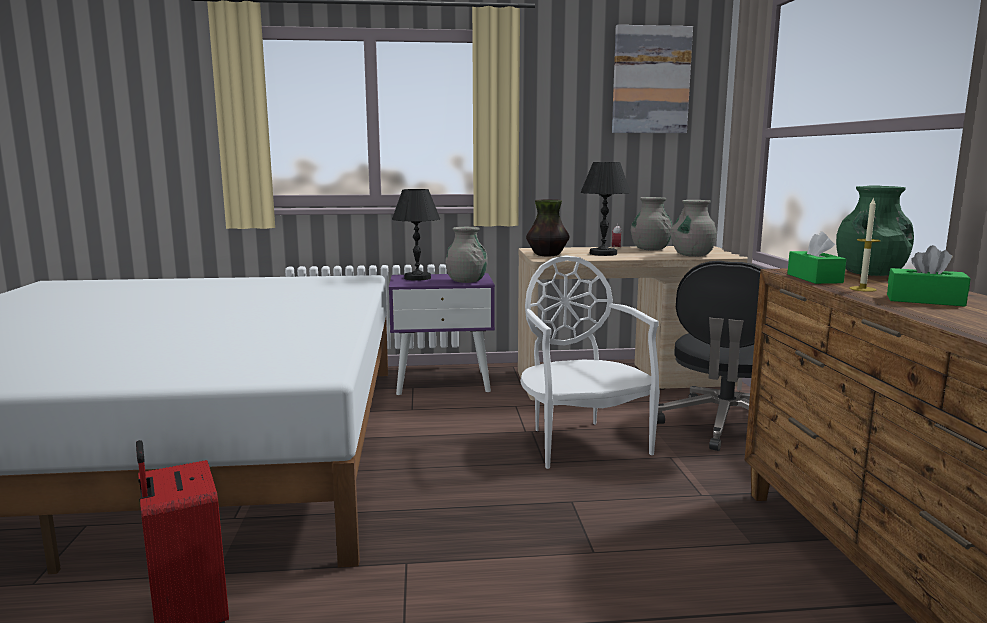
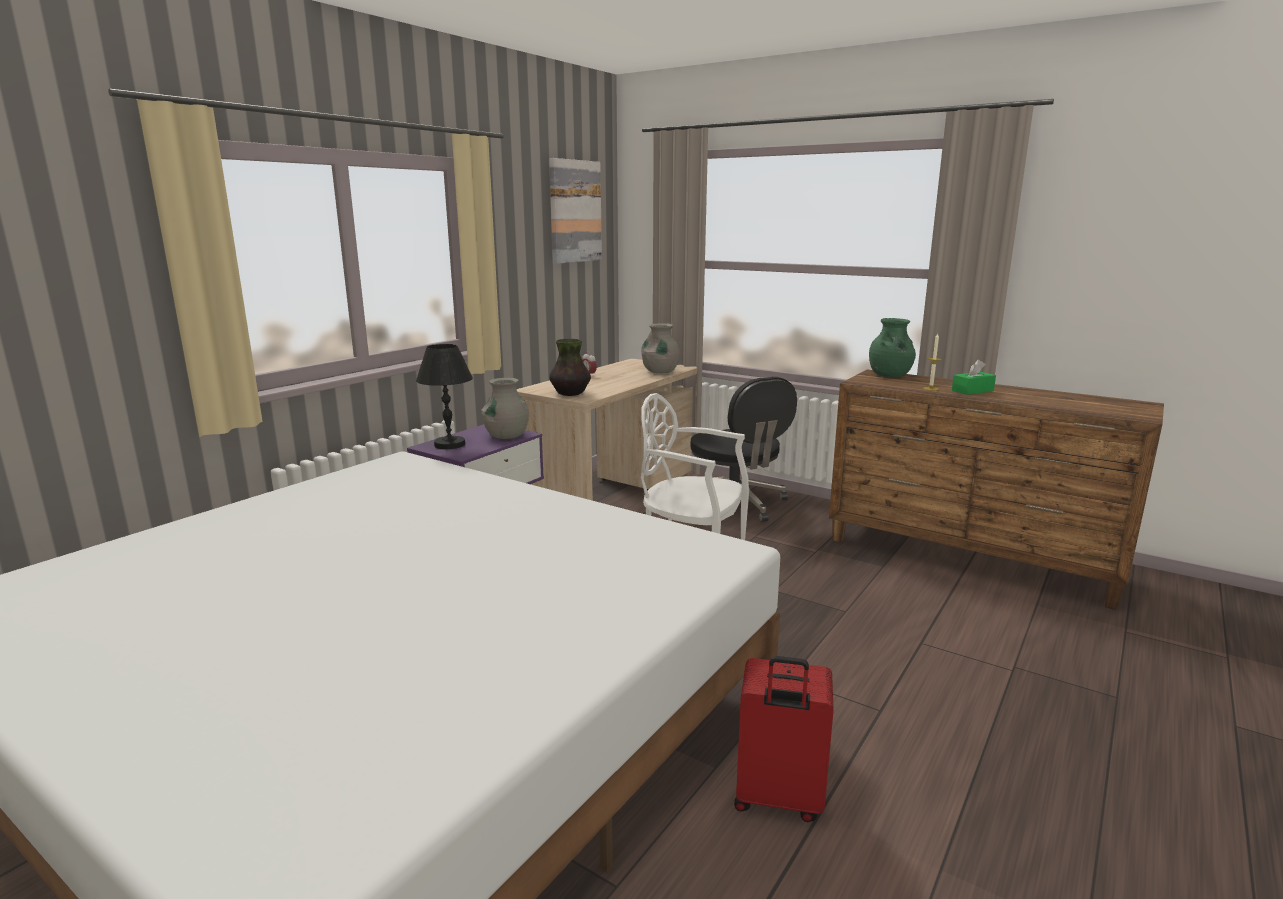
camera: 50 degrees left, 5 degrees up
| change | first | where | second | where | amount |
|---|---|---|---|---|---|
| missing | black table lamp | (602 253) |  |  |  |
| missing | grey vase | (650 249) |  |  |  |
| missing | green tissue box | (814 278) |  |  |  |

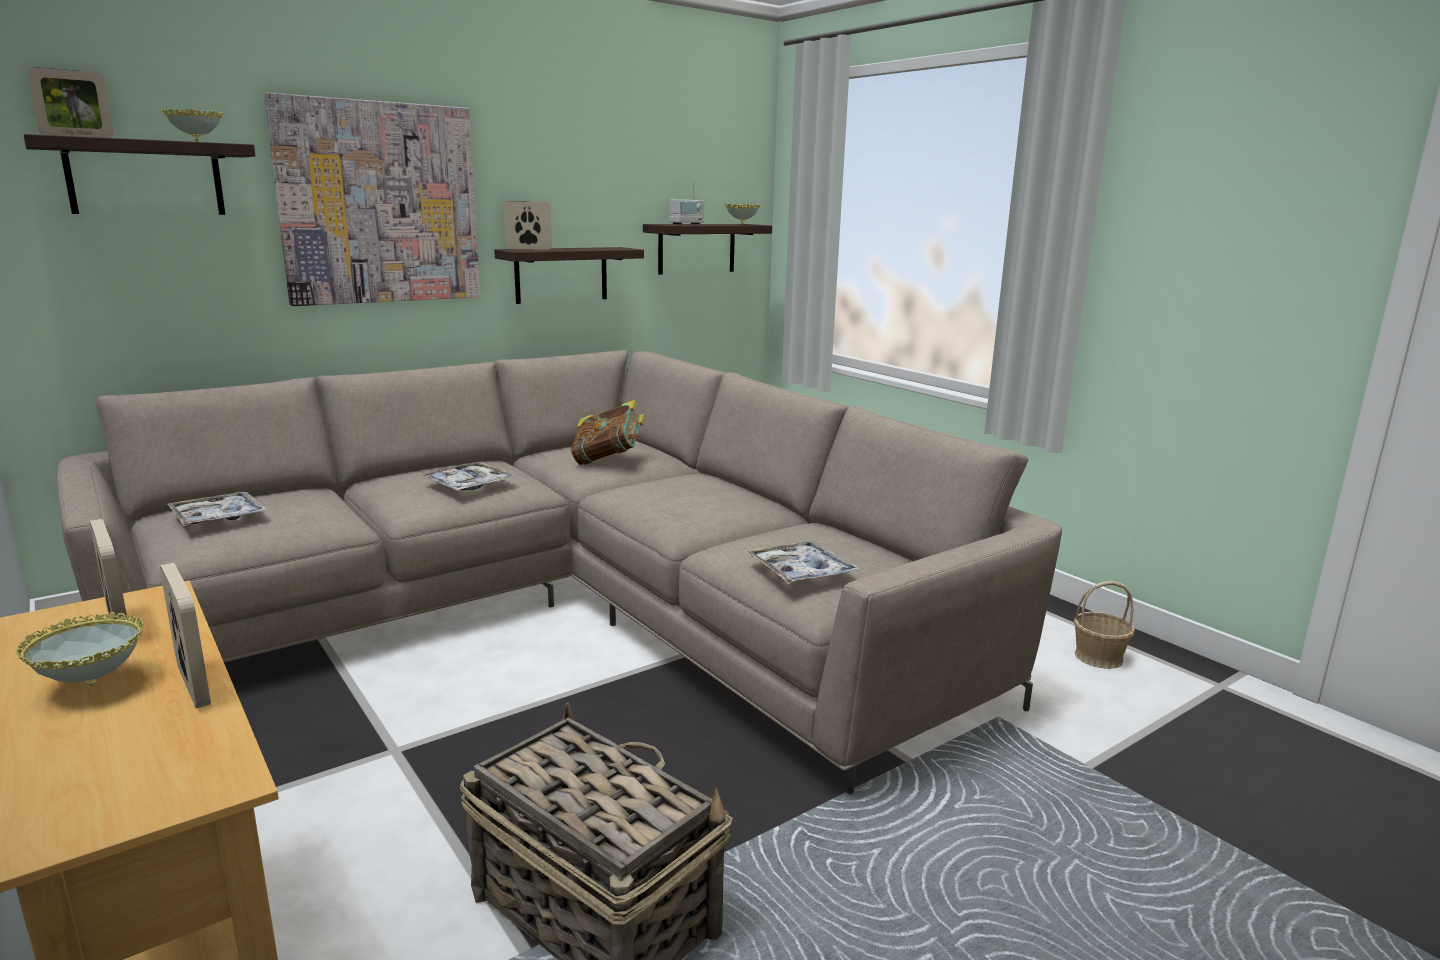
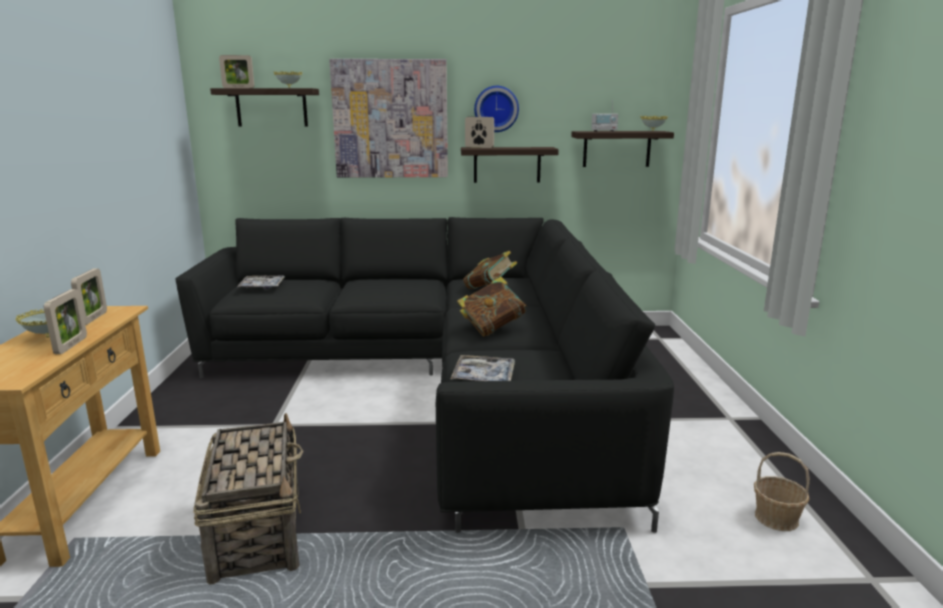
camera: 35 degrees right, 0 degrees up
| change | first | where | second | where | amount |
|---|---|---|---|---|---|
| colour | beige sofa | (569 612) | black sofa | (437 380) |  |
| missing | tray | (469 485) |  |  |  |
| appeared |  |  | wall clock | (496 109) |  |
| appeared |  |  | book | (492 329) |  |

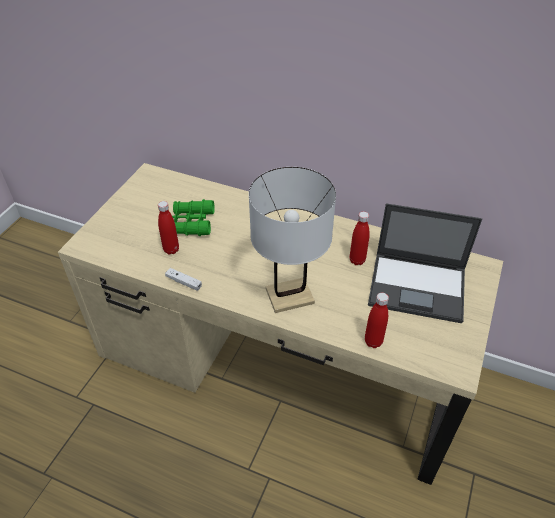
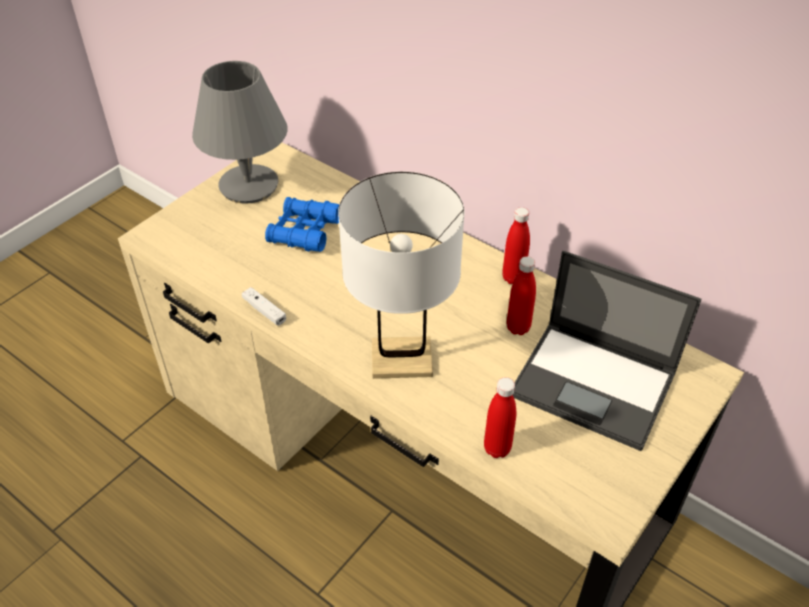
camera: 15 degrees right, 0 degrees up
| change | first | where | second | where | amount |
|---|---|---|---|---|---|
| colour | green binoculars | (191 223) | blue binoculars | (304 231) |  |
| relocated | red bottle | (171 250) |  | (513 278) |  |
| appeared |  |  | grey table lamp | (249 185) |  |

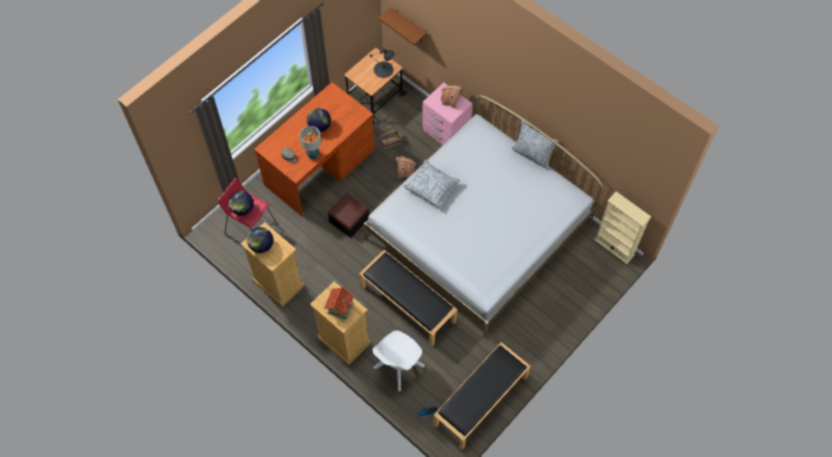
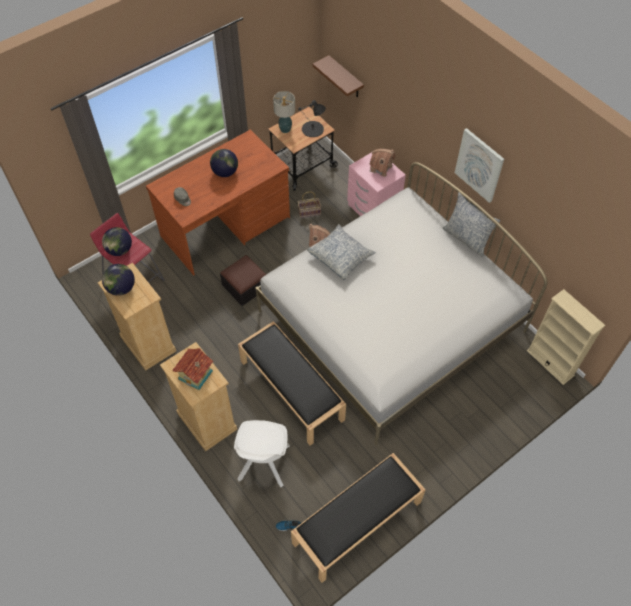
camera: 10 degrees right, 5 degrees down
| change | first | where | second | where | amount |
|---|---|---|---|---|---|
| relocated | table lamp | (313 155) |  | (285 129) |  |
| spun | white chair | (397 367) |  | (263 464) | 45 degrees counterclockwise |
| appeared |  |  | picture | (479 165) |  |

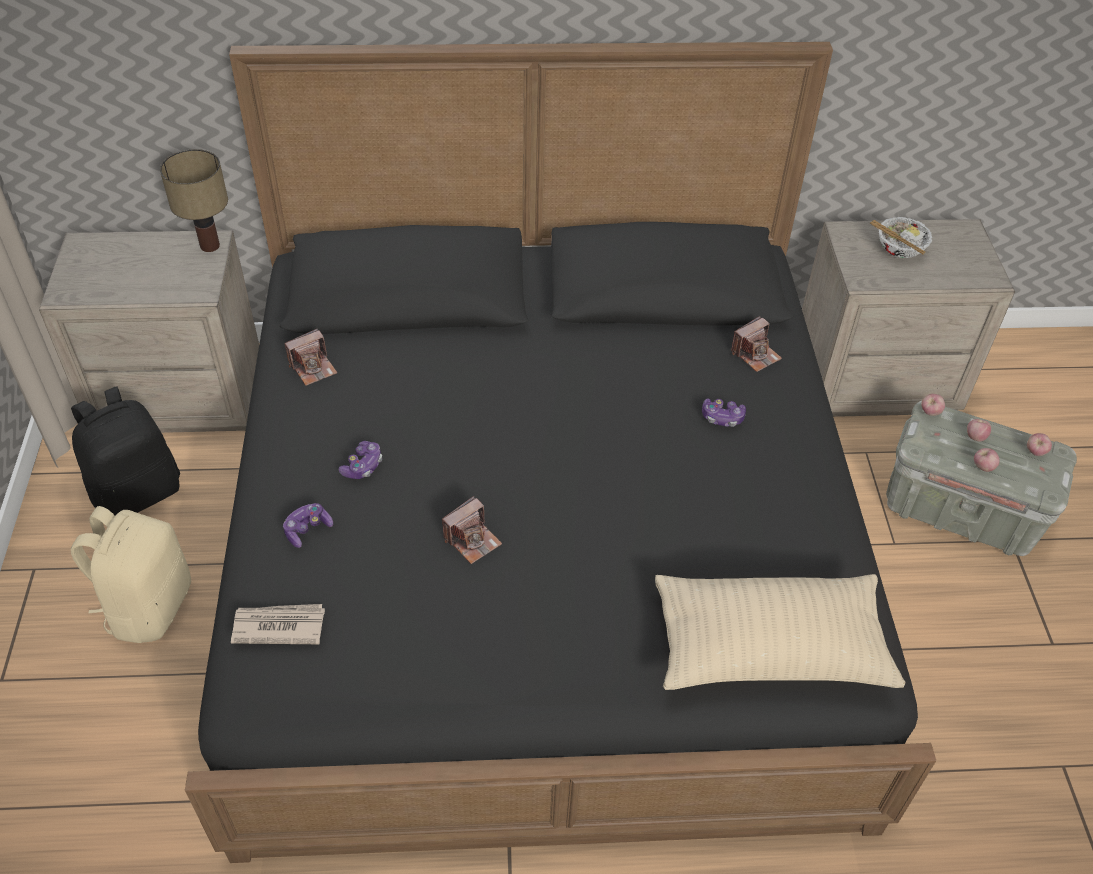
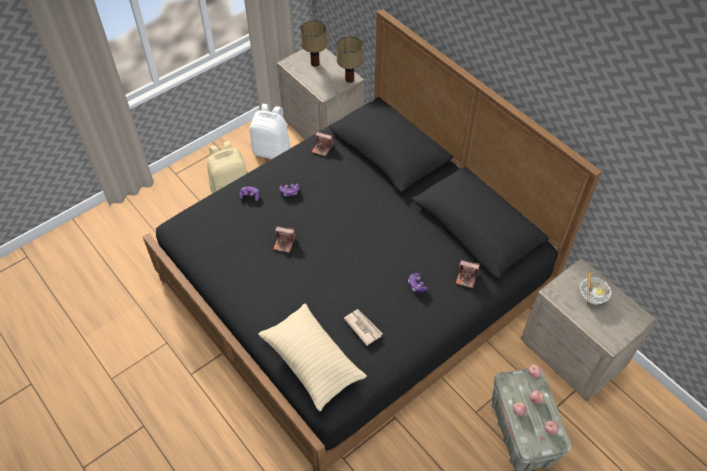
camera: 55 degrees right, 5 degrees up
| change | first | where | second | where | amount |
|---|---|---|---|---|---|
| colour | black backpack | (138 491) | white backpack | (272 150) |  |
| relocated | newspaper | (278 626) |  | (363 327) |  |
| appeared |  |  | table lamp | (314 63) |  |

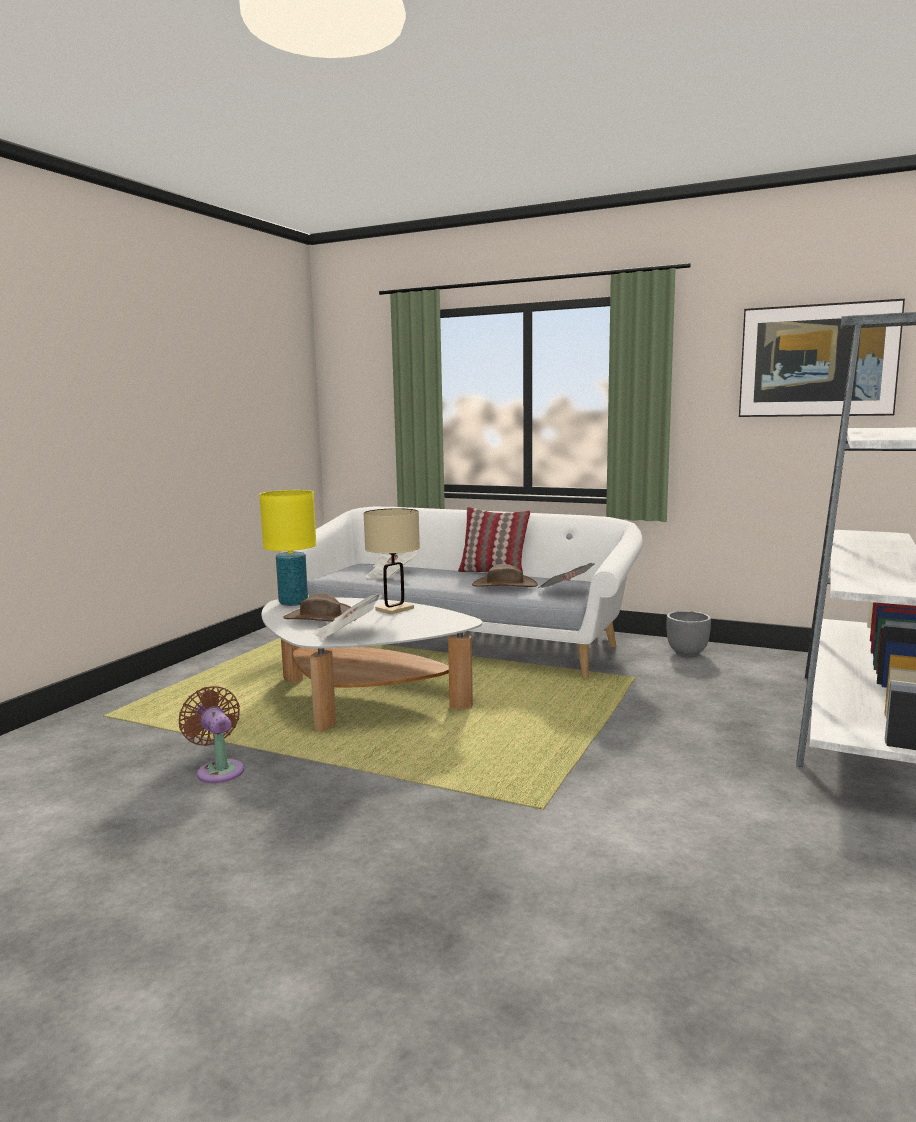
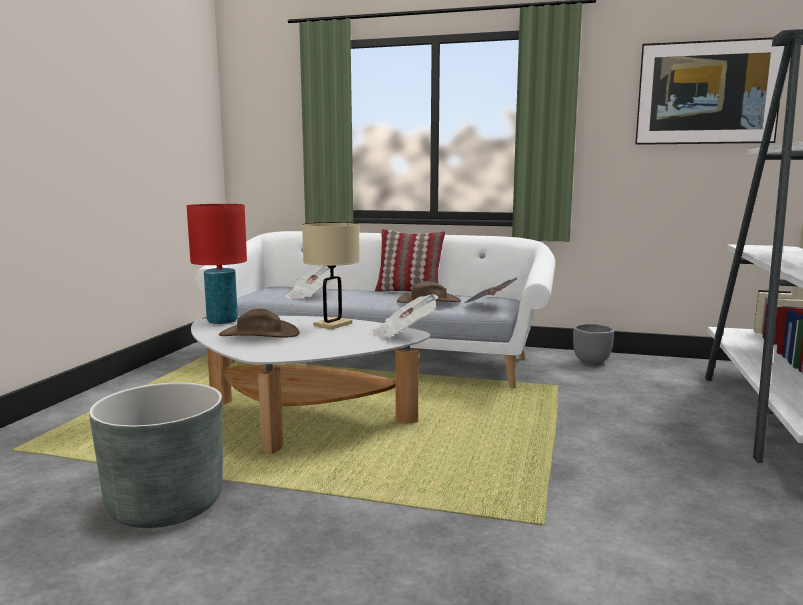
camera: 10 degrees left, 0 degrees up
| change | first | where | second | where | amount |
|---|---|---|---|---|---|
| colour | yellow table lamp | (293 603) | red table lamp | (222 321) |  |
| relocated | newspaper | (347 634) |  | (403 334) |  |
| exchanged | brown fan | (219 770) | grey planter | (166 505) |  |

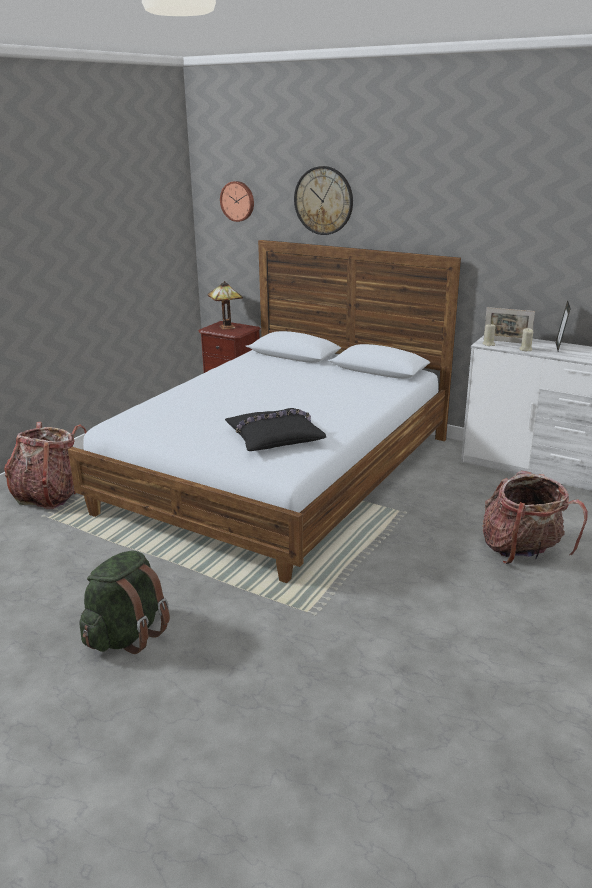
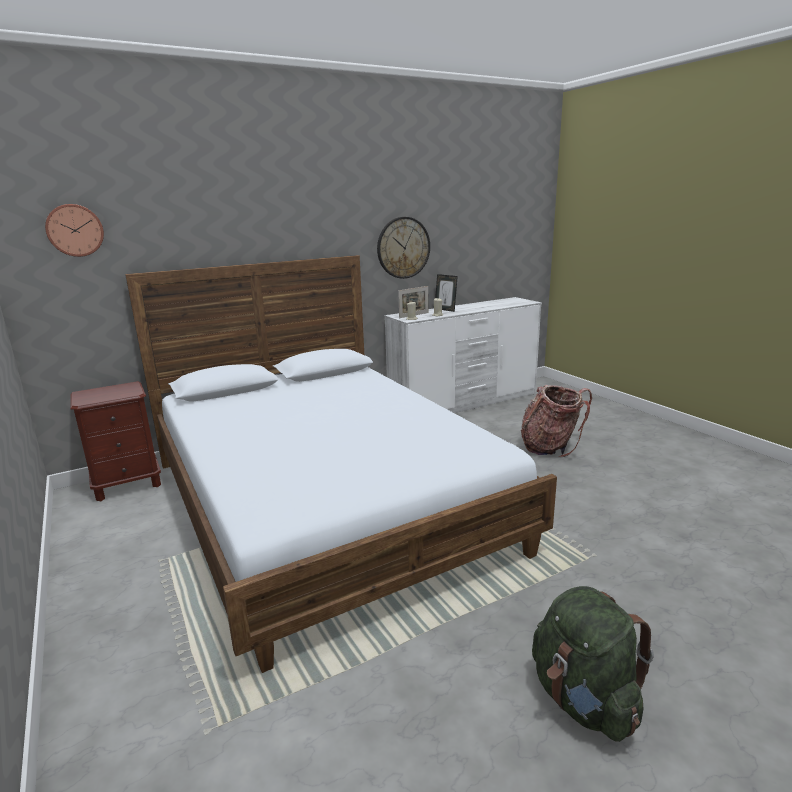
camera: 60 degrees left, 5 degrees down
| change | first | where | second | where | amount |
|---|---|---|---|---|---|
| relocated | wall clock | (323 200) |  | (403 248) |  |
| missing | table lamp | (226 327) |  |  |  |
| missing | black pillow | (274 438) |  |  |  |
| missing | backpack | (49 496) |  |  |  |

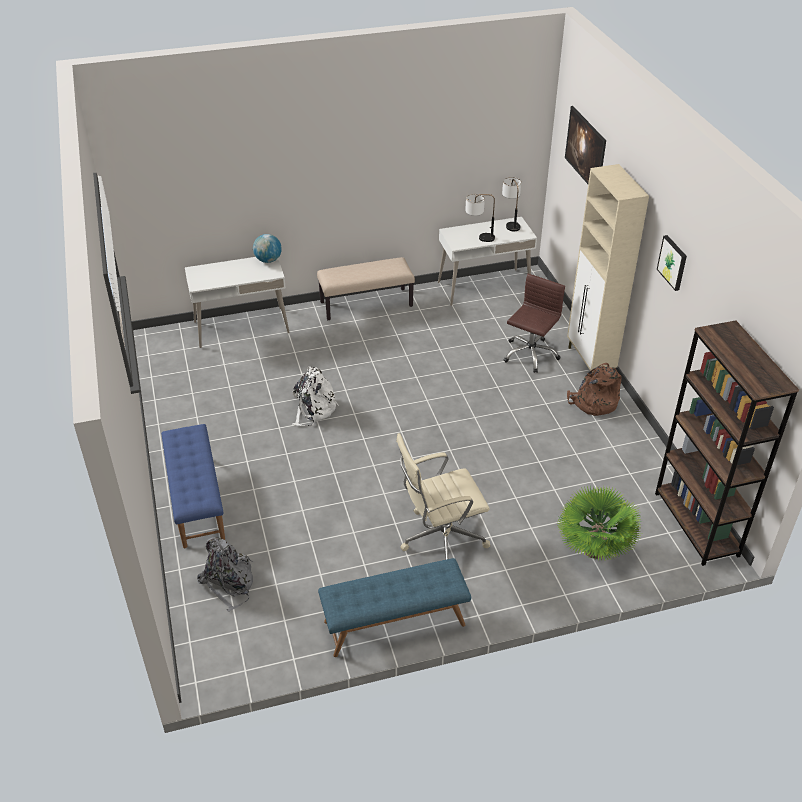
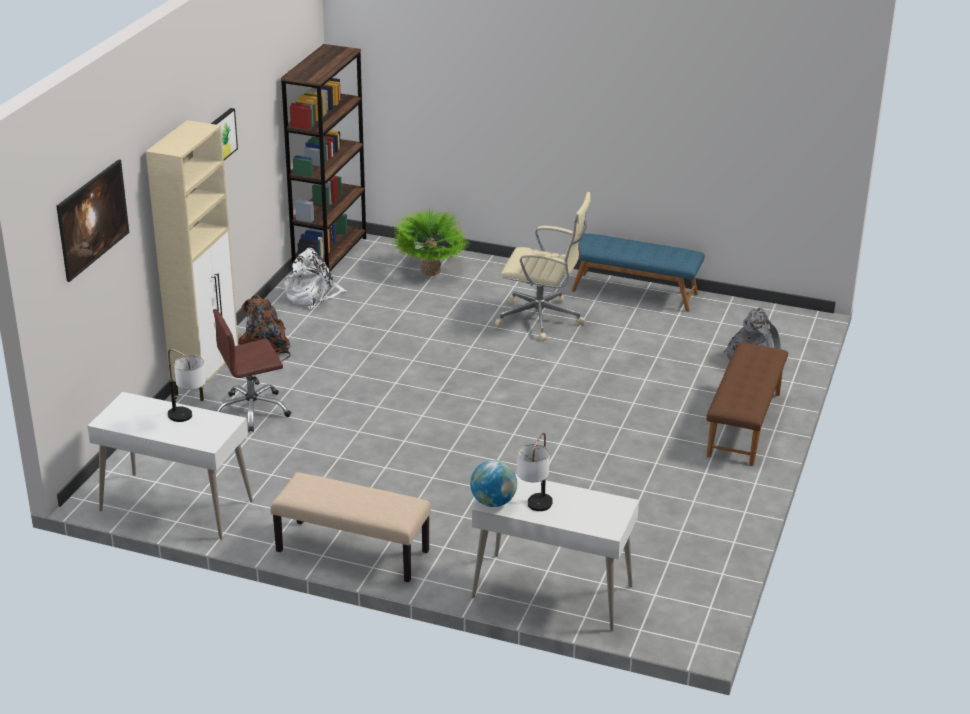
camera: 145 degrees left, 10 degrees down
| change | first | where | second | where | amount |
|---|---|---|---|---|---|
| relocated | table lamp | (510 223) |  | (535 510) |  |
| relocated | white backpack | (313 410) |  | (313 296) |  |
| colour | blue bench | (196 500) | brown bench | (745 424) |  |

